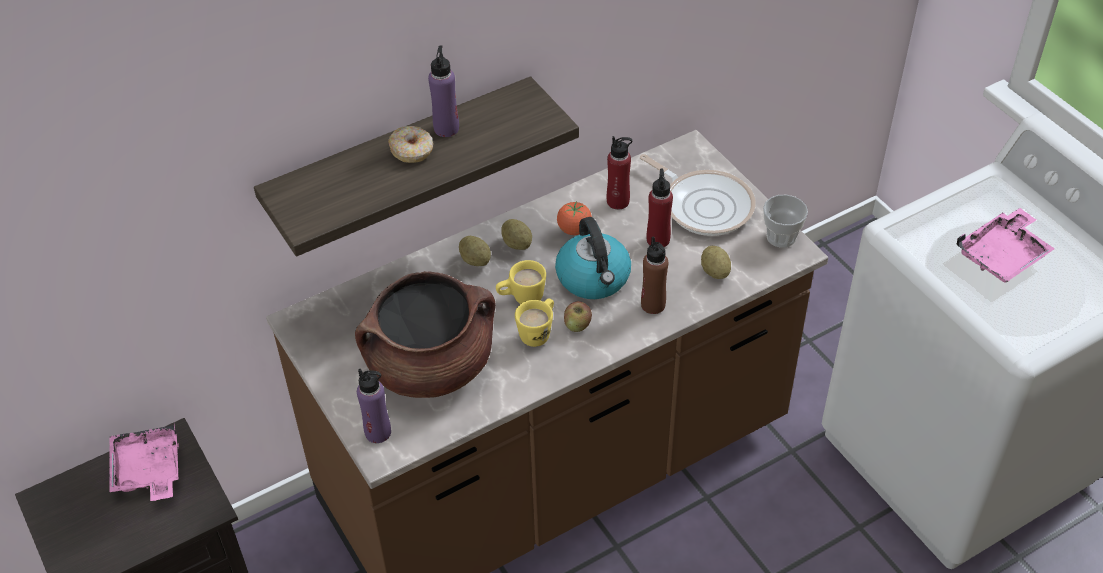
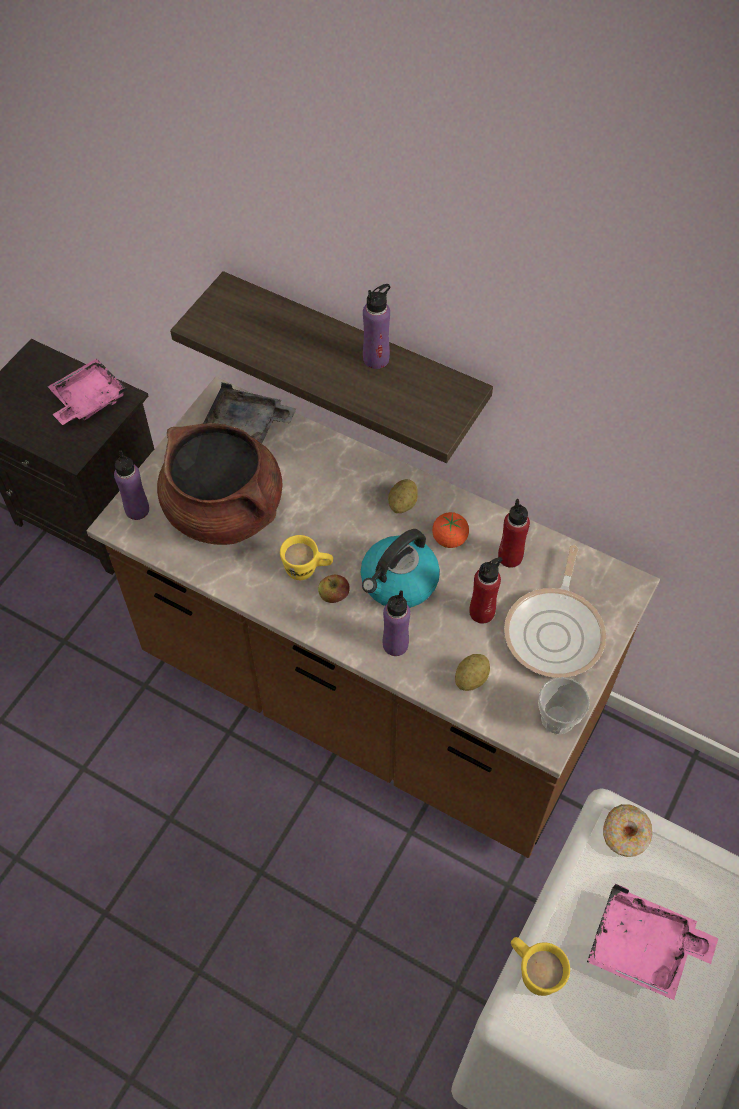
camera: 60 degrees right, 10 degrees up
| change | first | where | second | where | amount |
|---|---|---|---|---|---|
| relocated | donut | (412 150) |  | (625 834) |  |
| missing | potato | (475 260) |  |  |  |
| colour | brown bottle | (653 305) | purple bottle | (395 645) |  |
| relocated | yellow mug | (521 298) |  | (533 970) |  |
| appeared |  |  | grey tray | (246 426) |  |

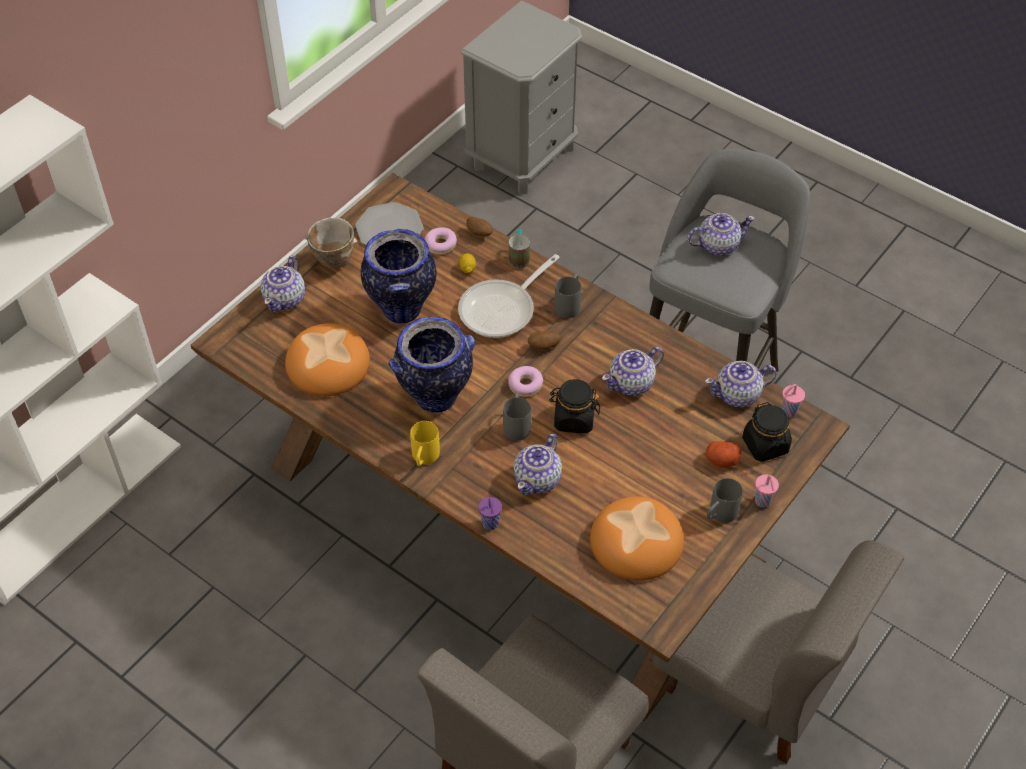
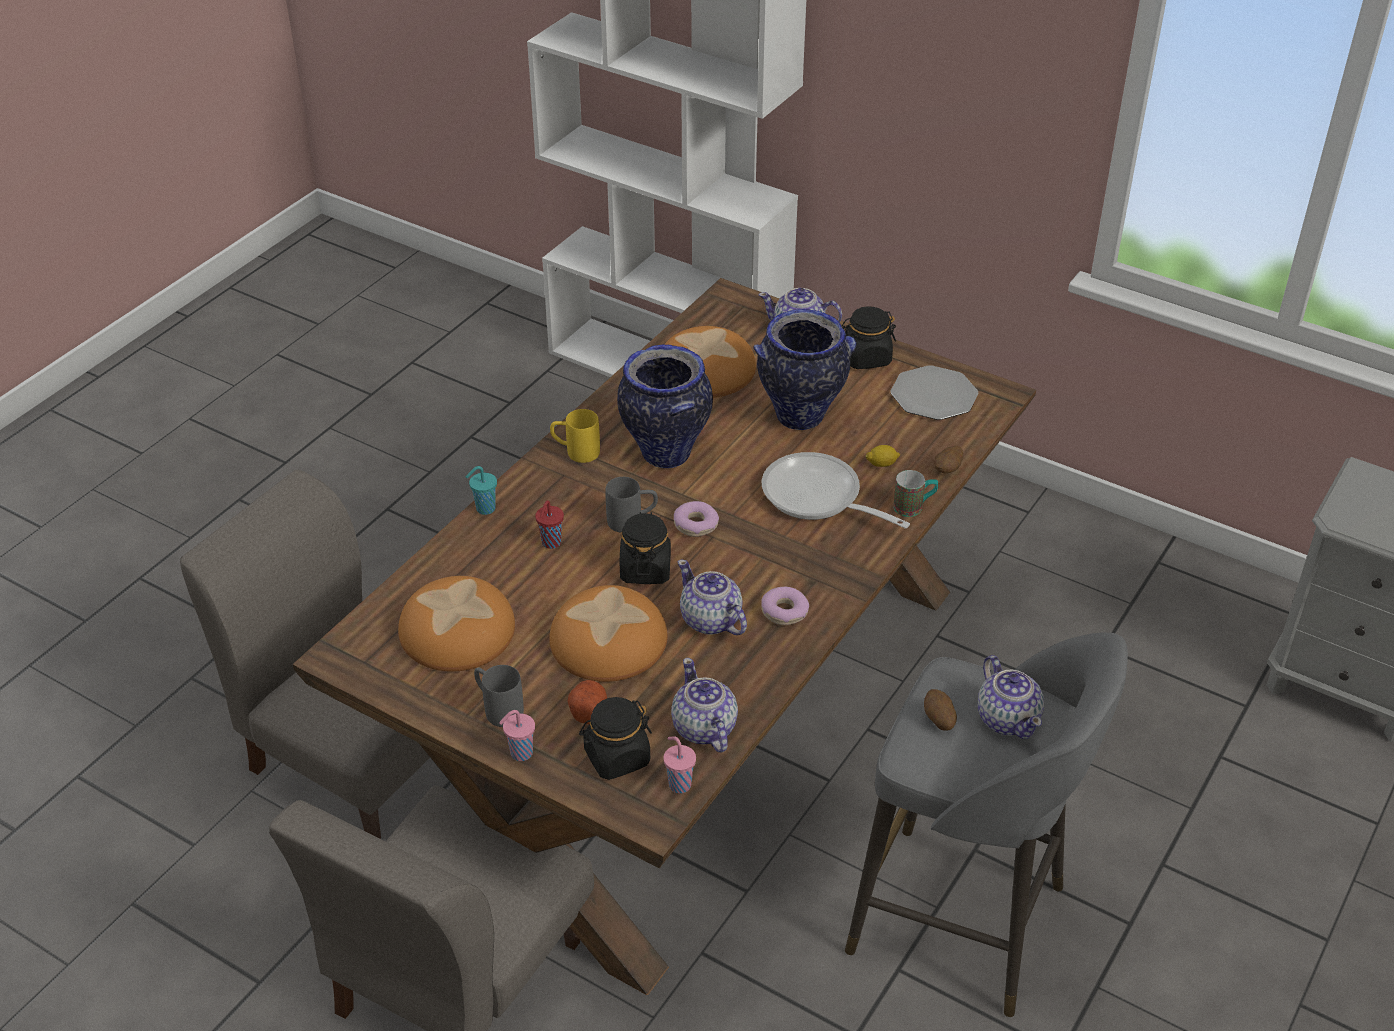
camera: 85 degrees right, 10 degrees down
| change | first | where | second | where | amount |
|---|---|---|---|---|---|
| exchanged | bowl | (332 262) | black jar | (866 358) |  |
| relocated | donut | (440 244) |  | (784 612) |  |
| missing | grey mug | (569 304) |  |  |  |
| relocated | potato | (544 347) |  | (938 720) |  |
| exchanged | teapot | (538 479) | red cup | (550 543) |  |
| colour | purple cup | (490 524) | turquoise cup | (484 509) |  |
| appeared |  |  | bread | (608 642) |  |

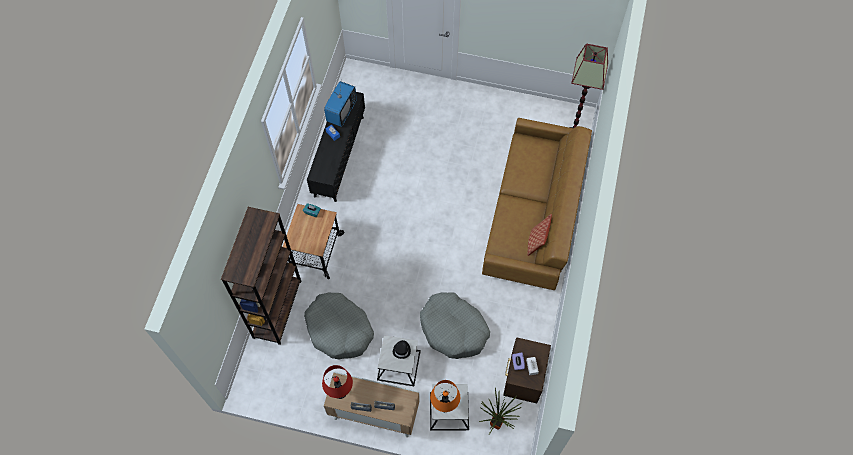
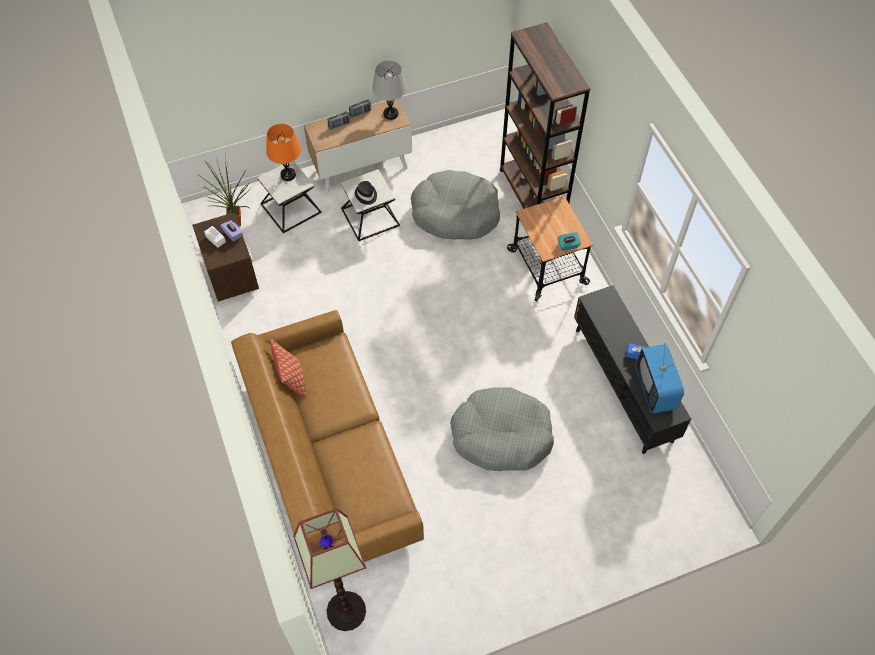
camera: 145 degrees right, 5 degrees down
| change | first | where | second | where | amount |
|---|---|---|---|---|---|
| relocated | grey dog bed | (453 329) |  | (501 435) |  |
| colour | red table lamp | (340 392) | grey table lamp | (390 114) |  |

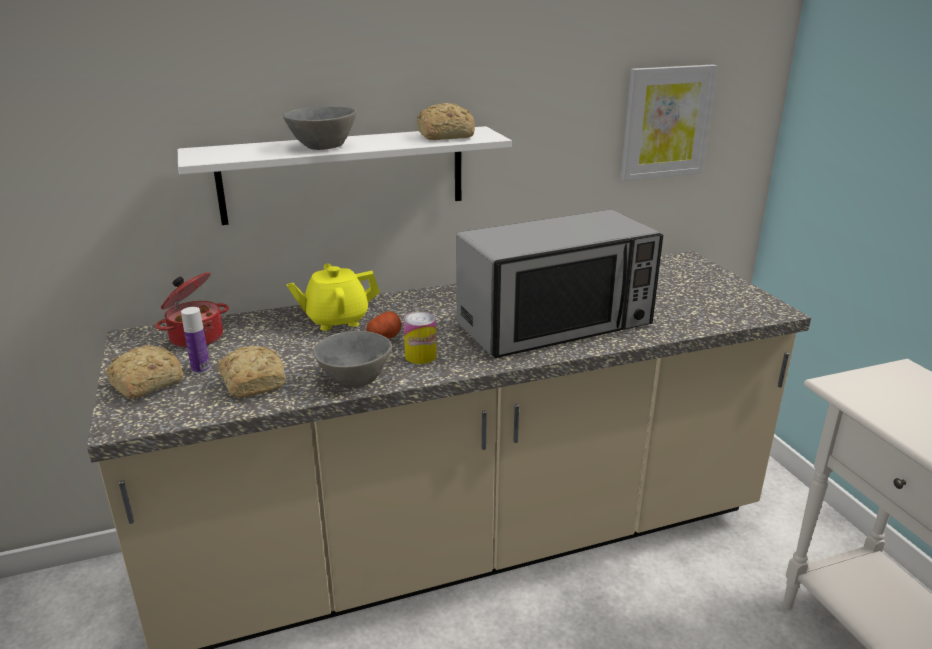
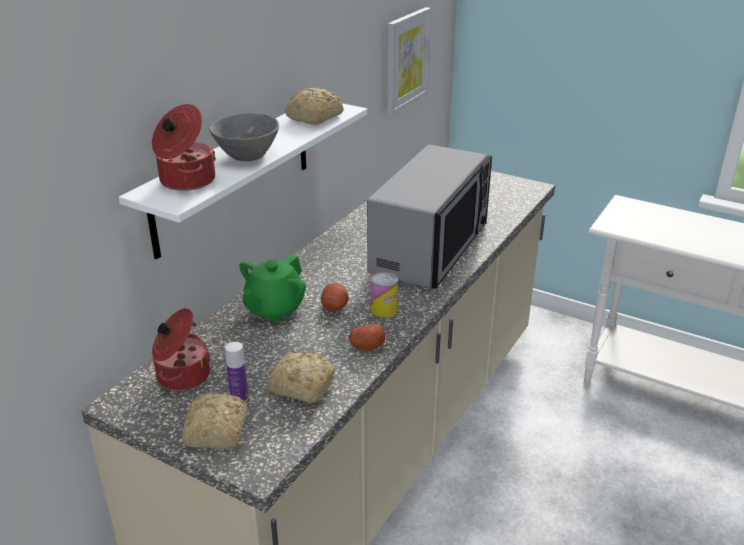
camera: 40 degrees left, 5 degrees up
| change | first | where | second | where | amount |
|---|---|---|---|---|---|
| colour | yellow teapot | (336 320) | green teapot | (274 309) |  |
| exchanged | grey bowl | (354 378) | potato | (367 347) |  |
| appeared |  |  | cooking pot | (186 181) |  |

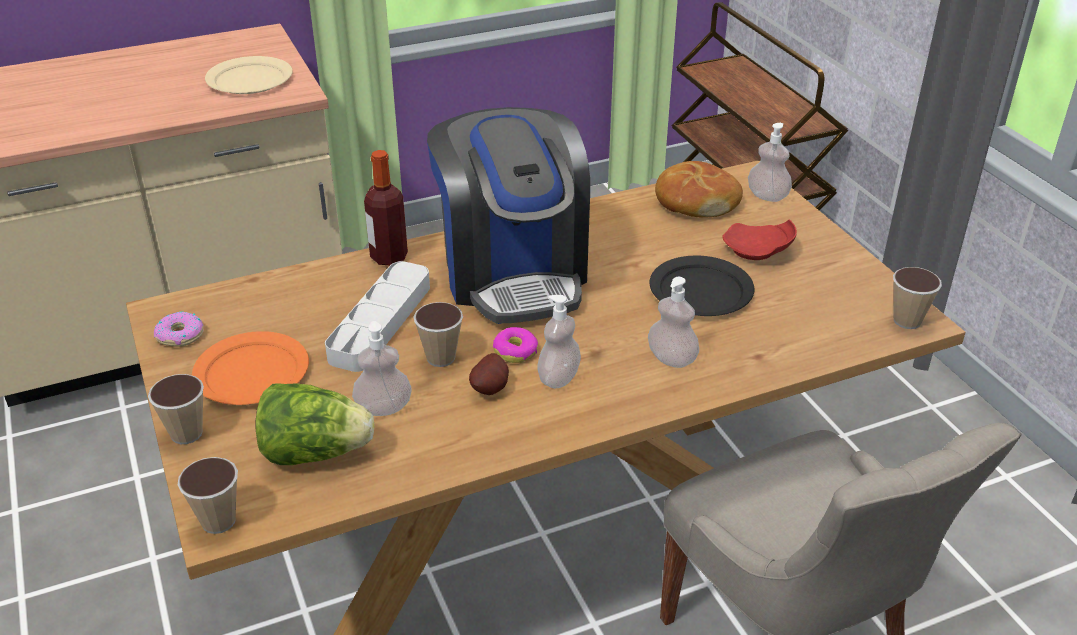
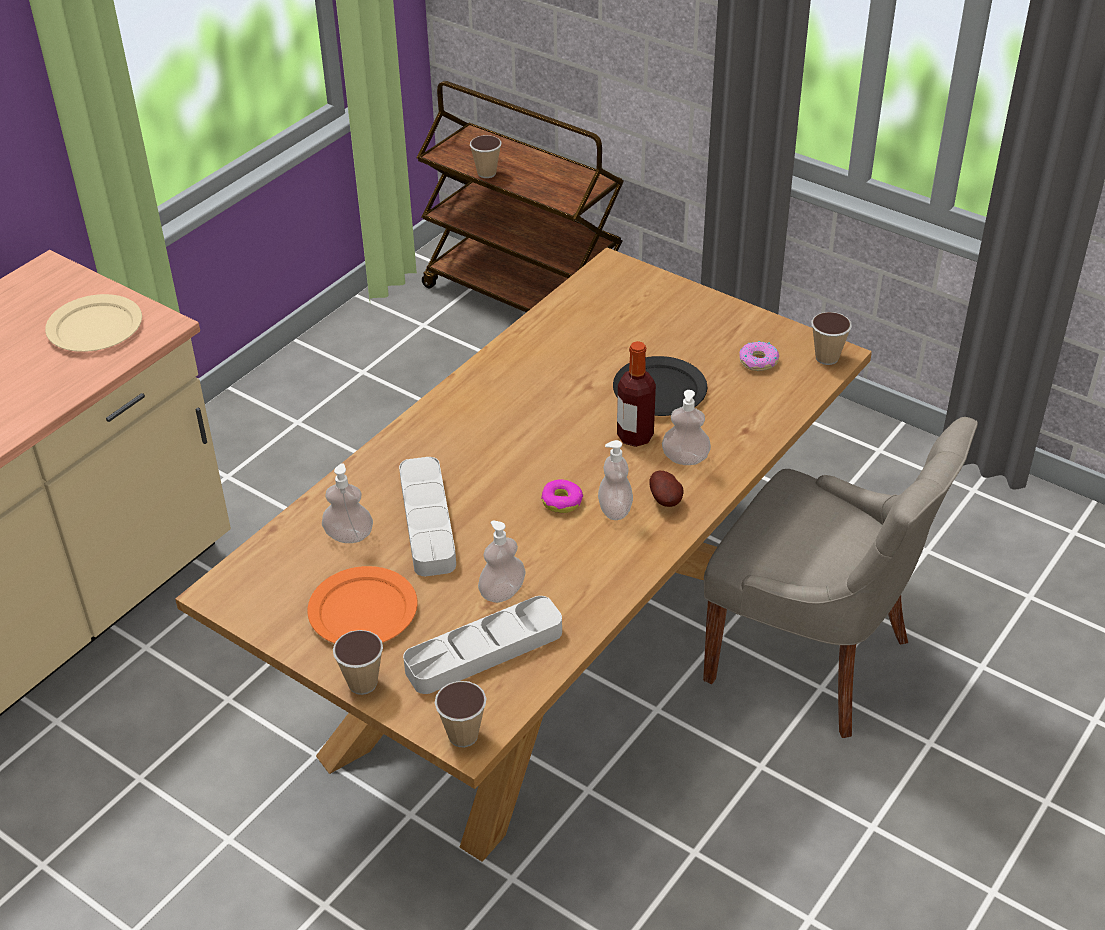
camera: 30 degrees left, 5 degrees up
| change | first | where | second | where | amount |
|---|---|---|---|---|---|
| missing | coffee machine | (513 273) |  |  |  |
| relocated | soap dispenser | (767 196) |  | (349 536) |  |
| relocated | bottle | (389 257) |  | (635 436) |  |
| missing | bread | (695 202) |  |  |  |
| missing | red plate | (758 251) |  |  |  |
| relocated | cup | (441 358) |  | (486 173) |  |
| relocated | donut | (180 335) |  | (758 361) |  |
| relocated | potato | (491 389) |  | (666 501) |  |
| exchanged | lettuce | (315 453) | grey tray | (484 651) |  |

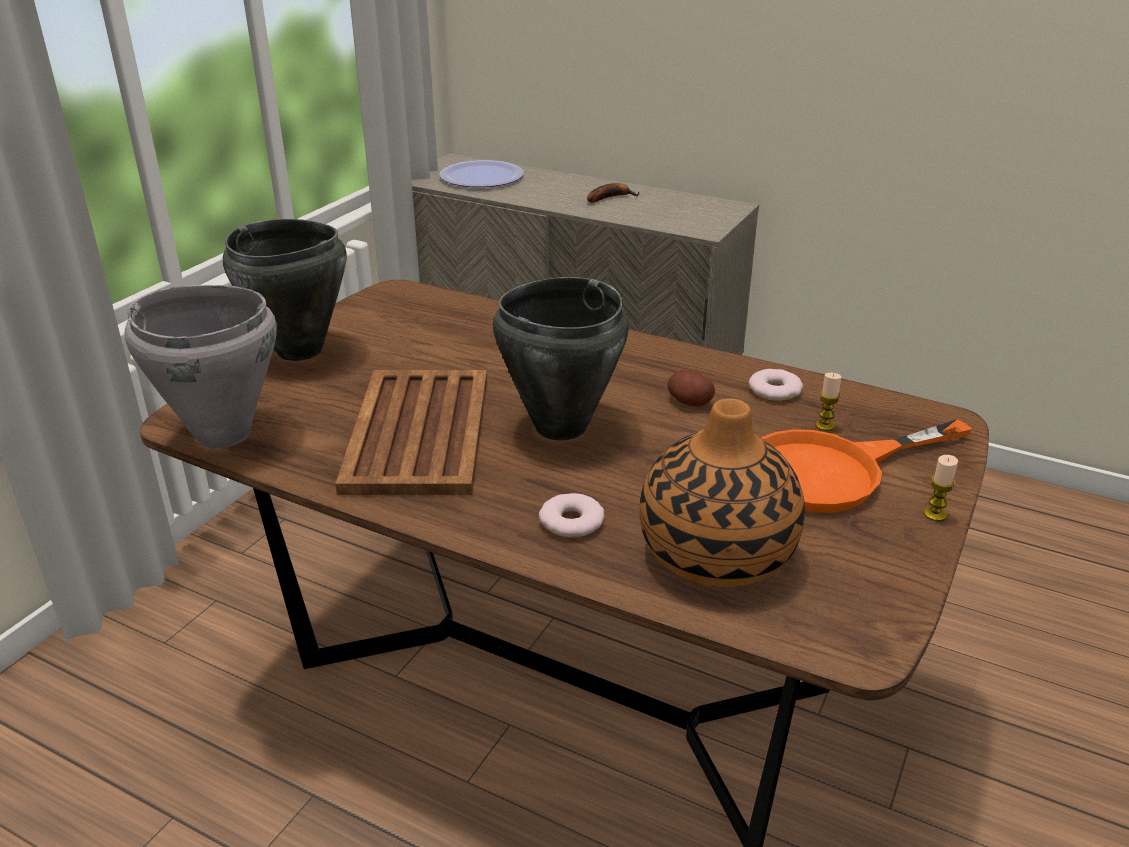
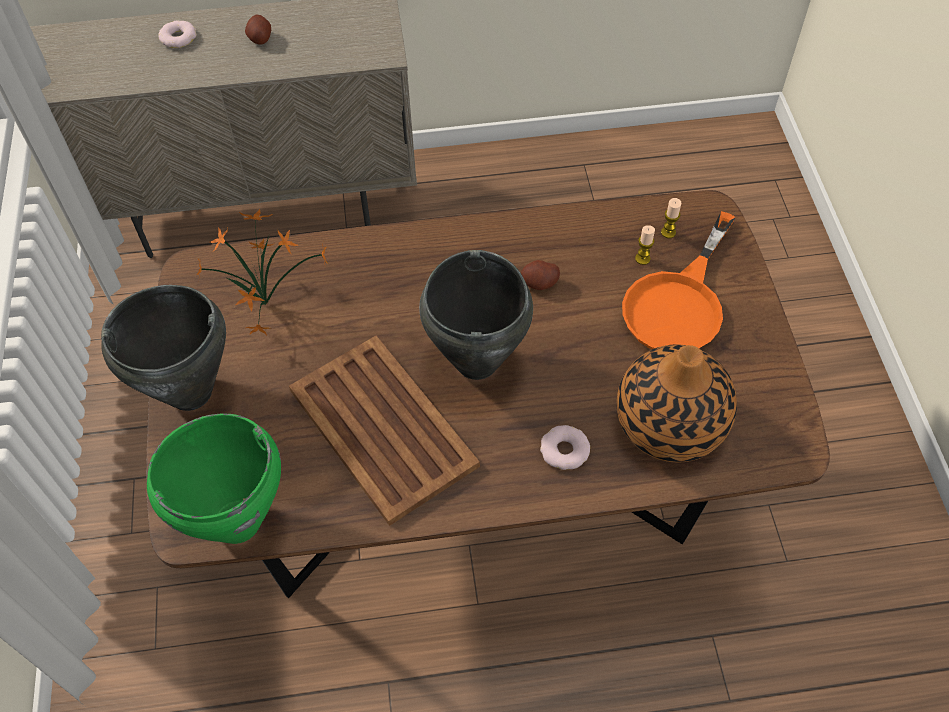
camera: 35 degrees left, 25 degrees up
| change | first | where | second | where | amount |
|---|---|---|---|---|---|
| missing | plate | (481 177) |  |  |  |
| exchanged | banana | (610 198) | potato | (260 38) |  |
| colour | grey cooking pot | (222 434) | green cooking pot | (236 522) |  |
| relocated | donut | (775 390) |  | (178 38) |  |
| relocated | candle | (935 514) |  | (668 232) |  |
| appeared |  |  | potted plant | (267 302) |  |

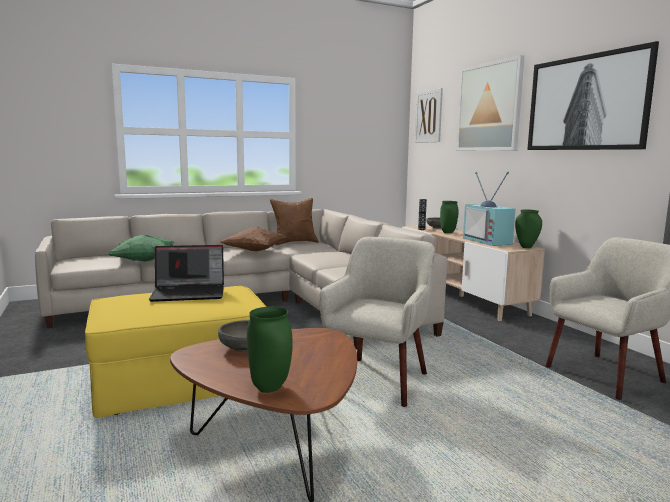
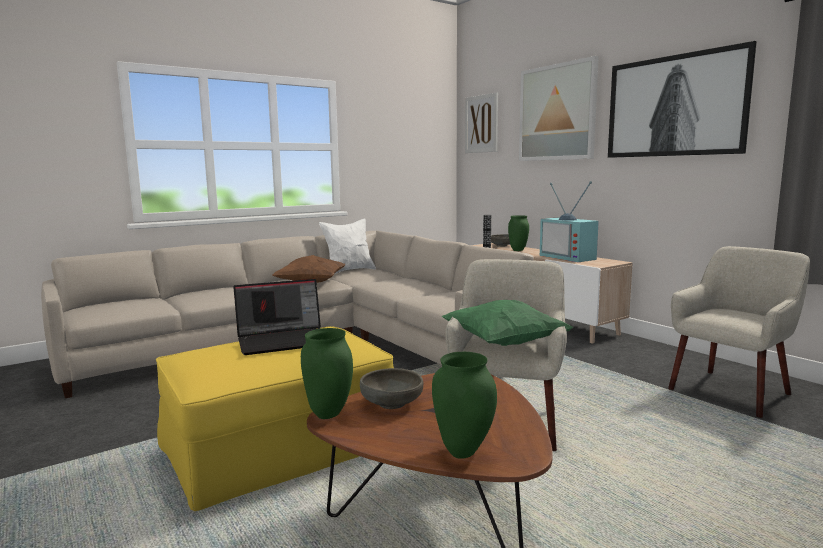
camera: 10 degrees left, 0 degrees up
| change | first | where | second | where | amount |
|---|---|---|---|---|---|
| colour | brown pillow | (294 243) | white pillow | (349 271) |  |
| relocated | green vase | (526 247) |  | (327 414) |  |
| relocated | green pillow | (143 261) |  | (504 343) |  |

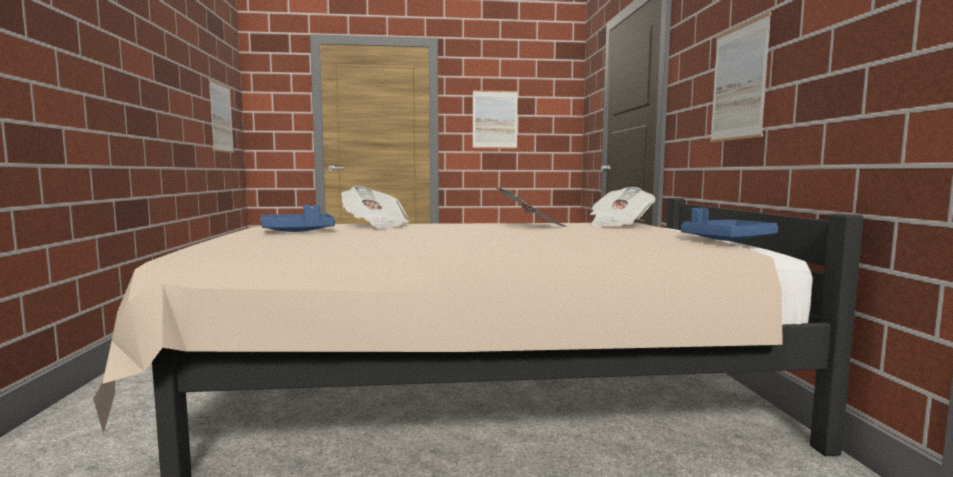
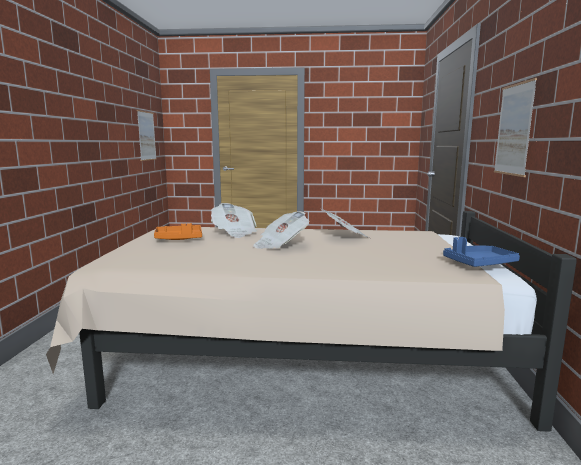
camera: 10 degrees right, 5 degrees up
| change | first | where | second | where | amount |
|---|---|---|---|---|---|
| missing | picture | (495 119) |  |  |  |
| relocated | newspaper | (618 225) |  | (280 245) |  |
| colour | blue tray | (298 231) | orange tray | (179 239) |  |

